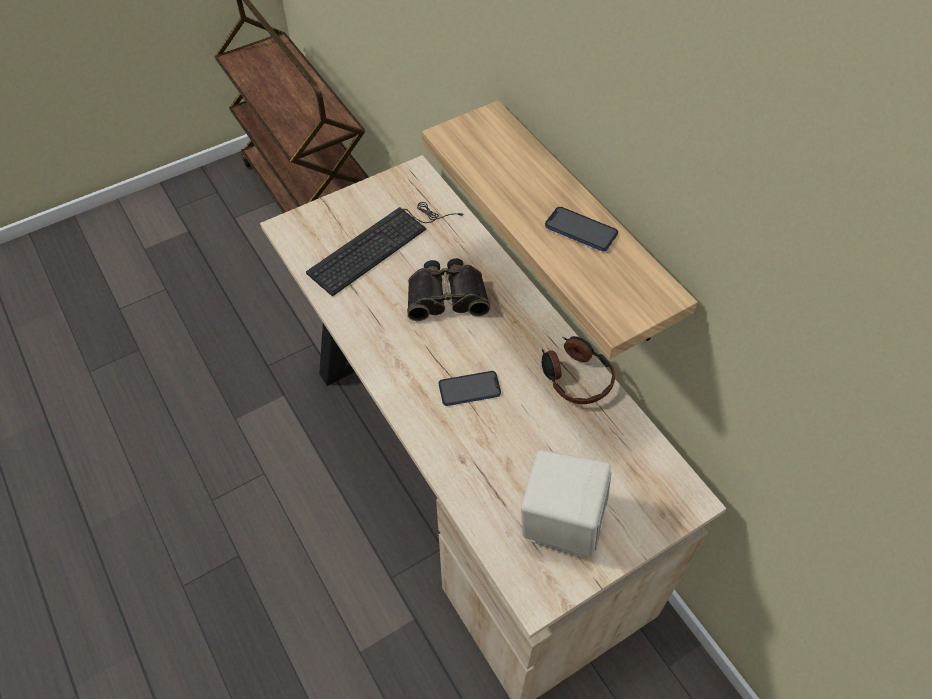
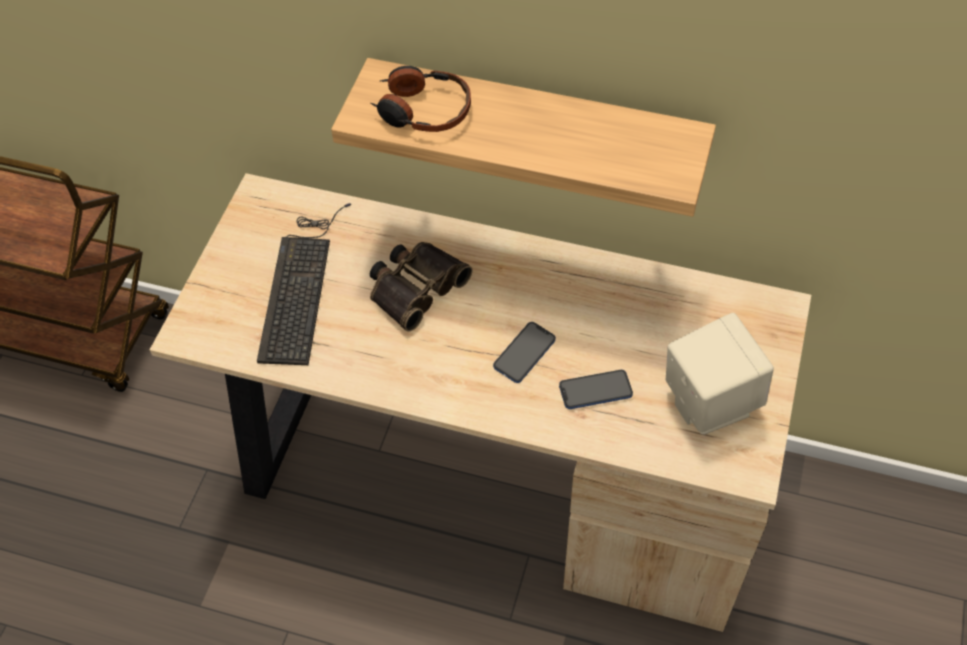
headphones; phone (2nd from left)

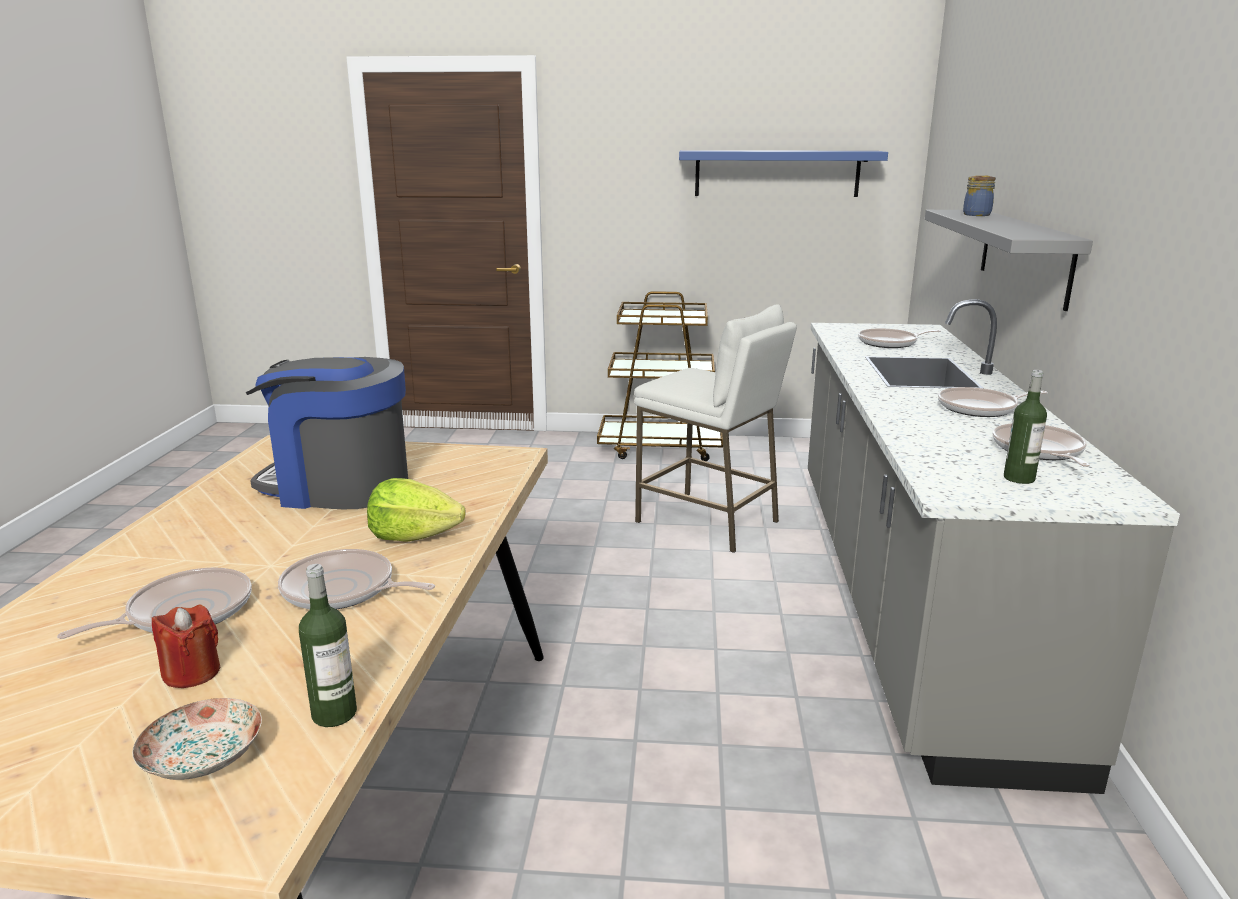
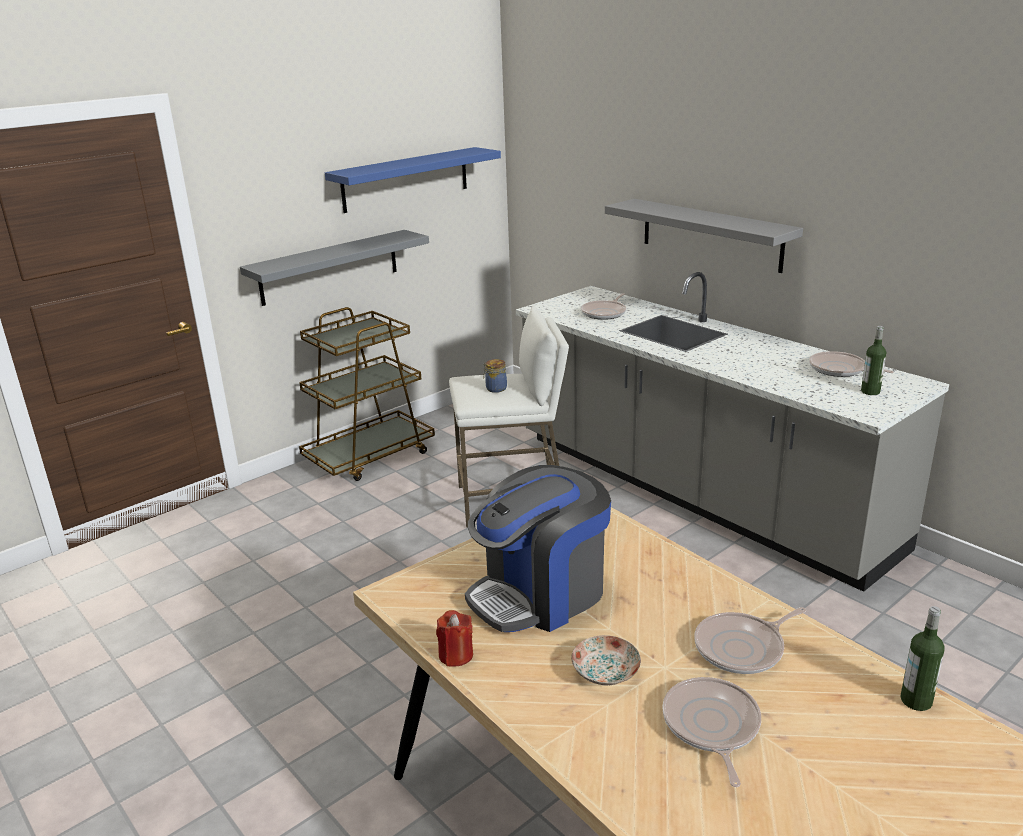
lettuce; frying_pan (4th from left in the first image); grey_shelf (1st from left); plate; red_candle; jar

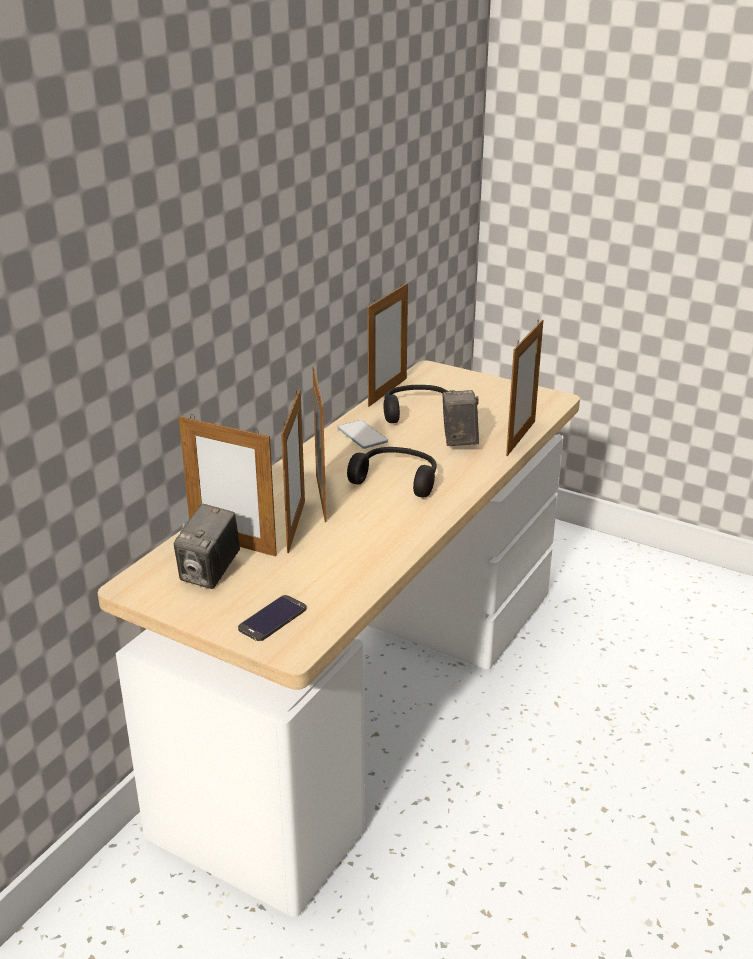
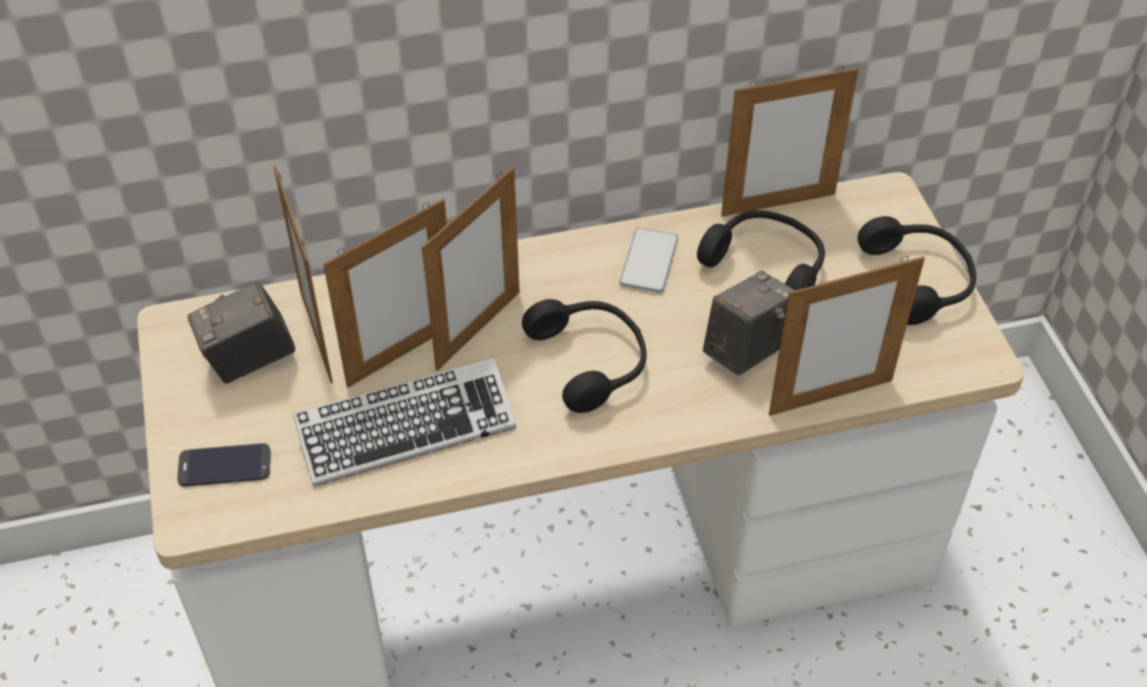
keyboard; black_headphones (3rd from left)

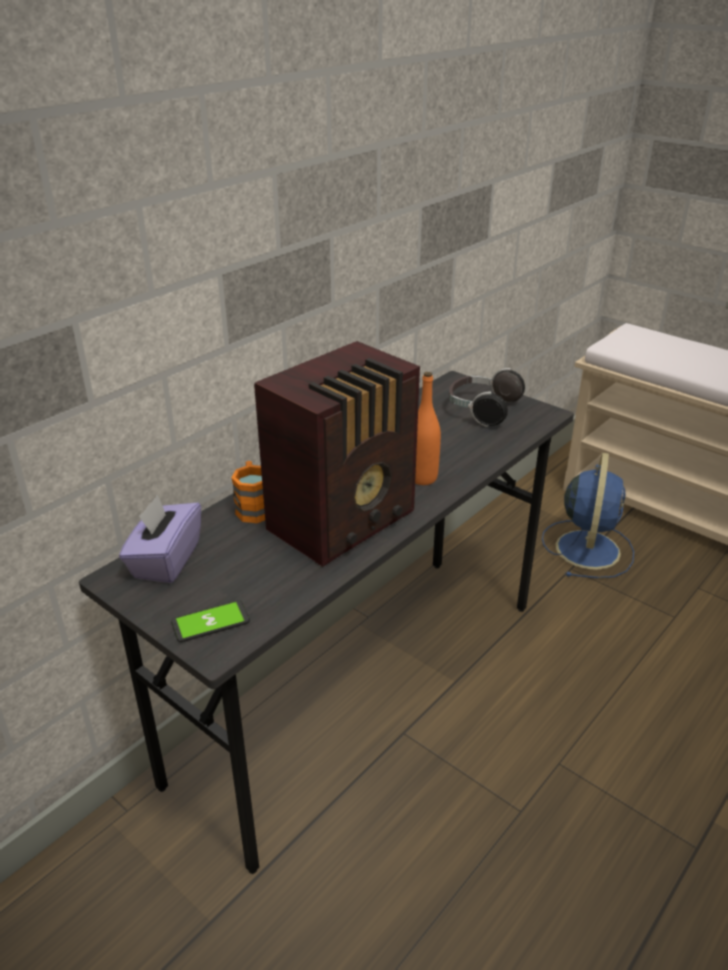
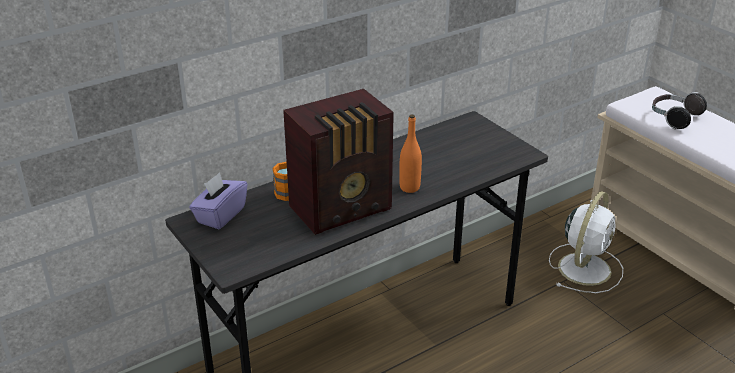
phone; headphones; white_fan

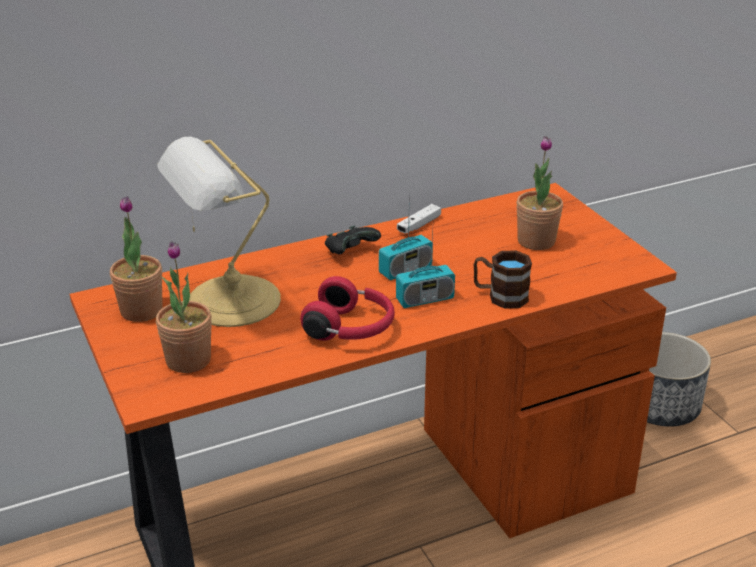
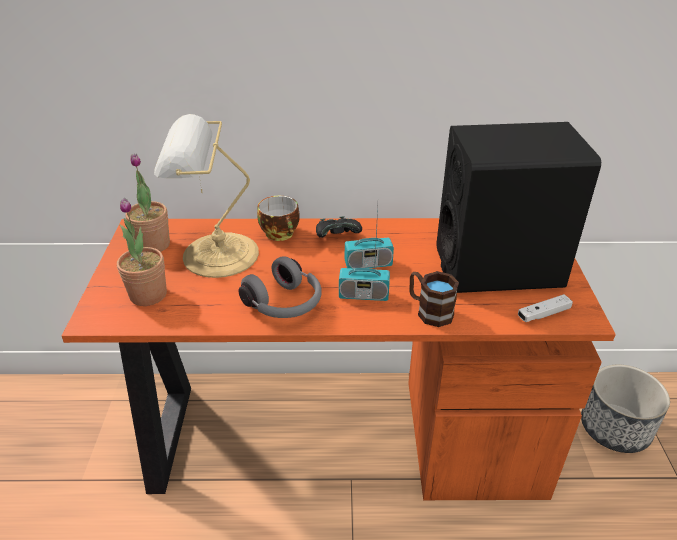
cup; white_game_controller; black_speaker; grey_headphones

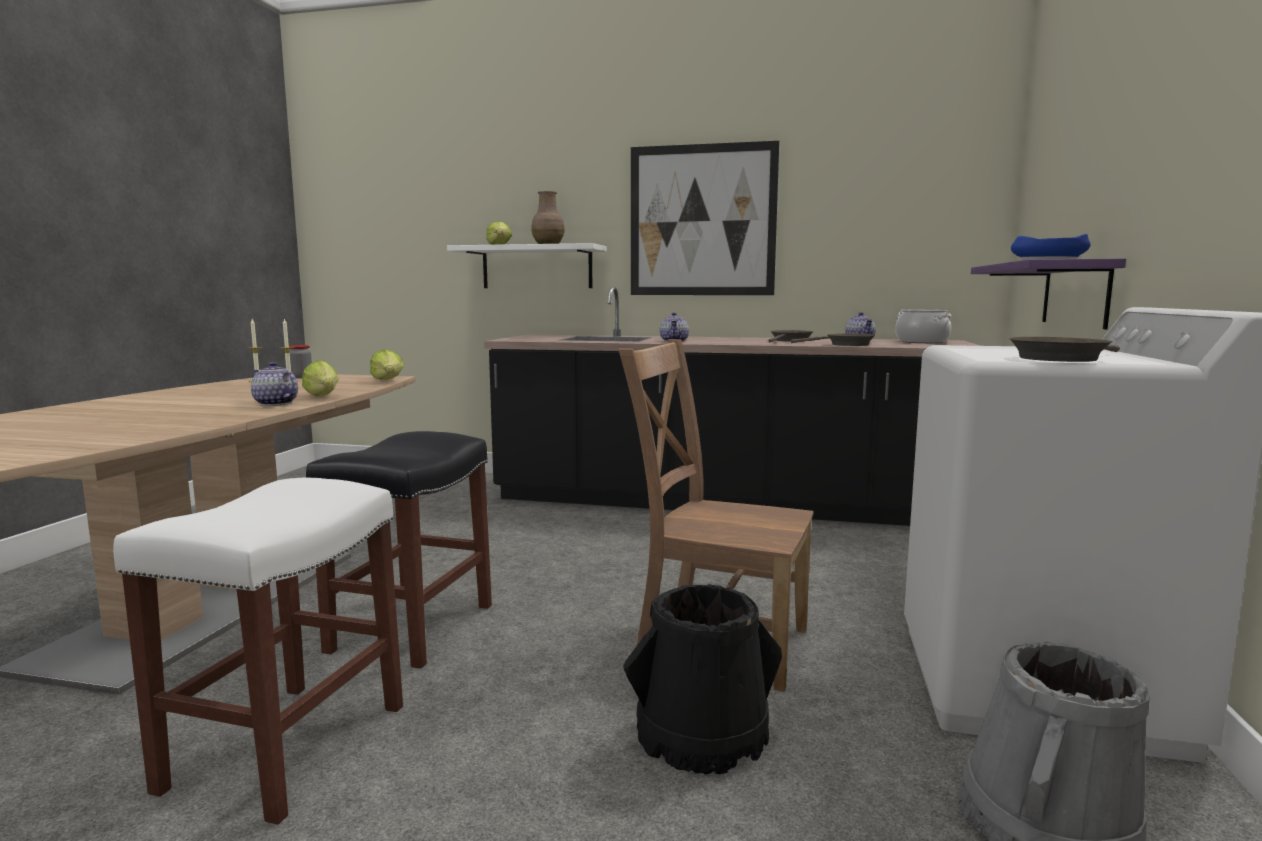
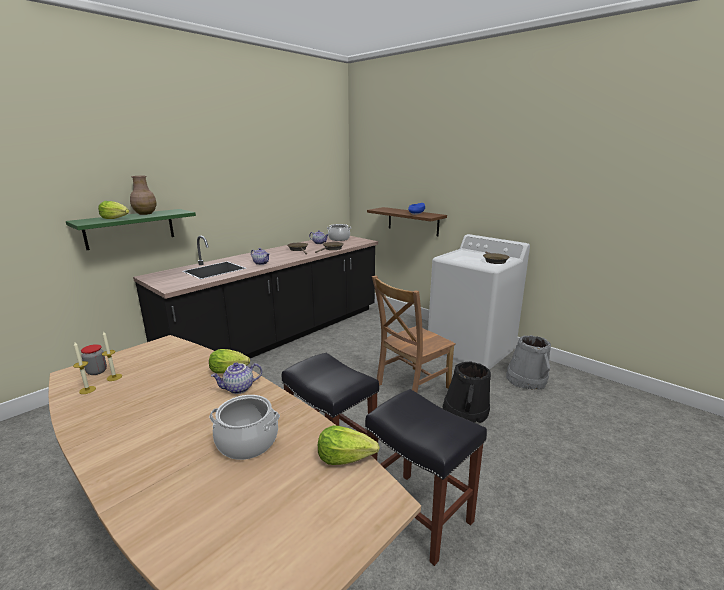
picture; cooking_pot (1st from left); lettuce (3rd from left); black_stool (2nd from left); green_shelf; brown_shelf

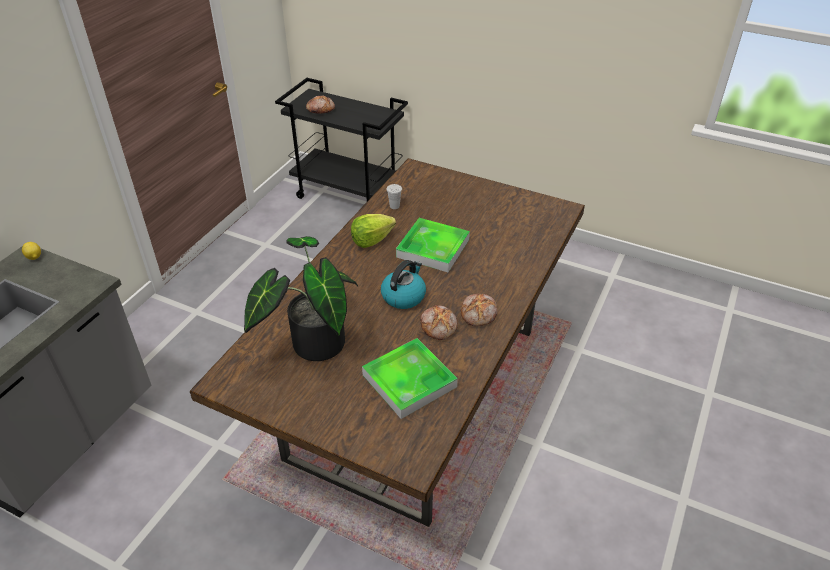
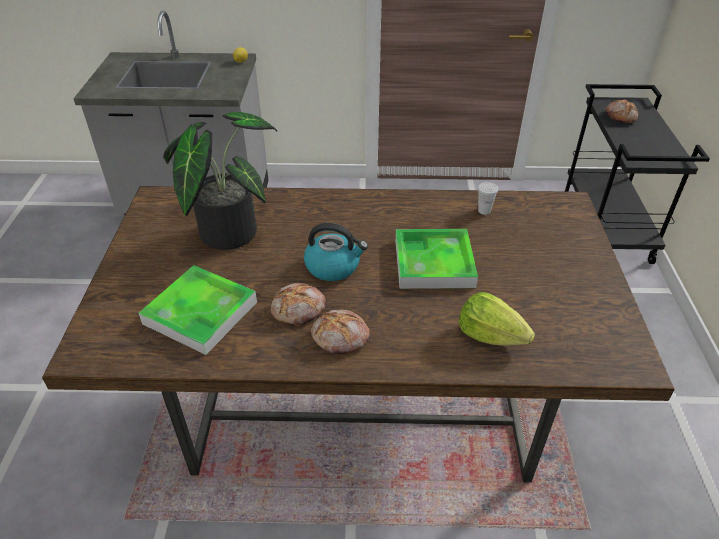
lettuce

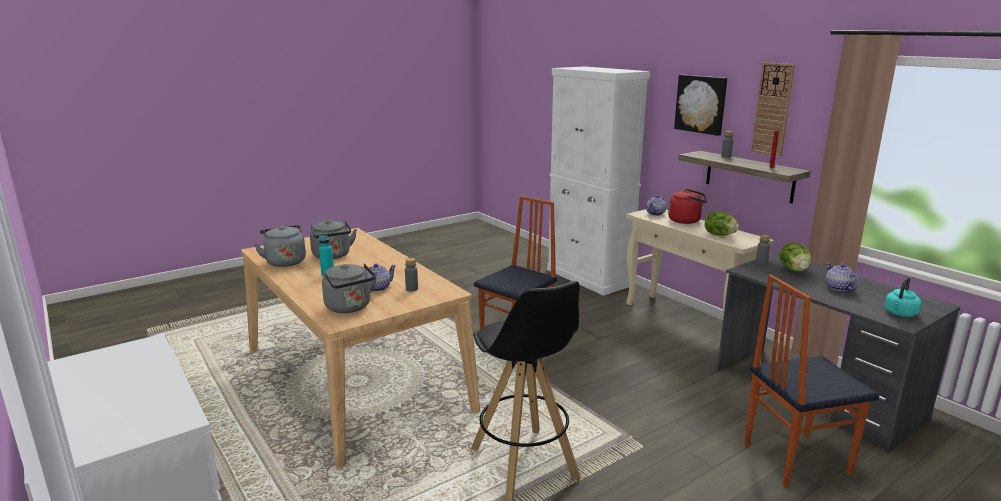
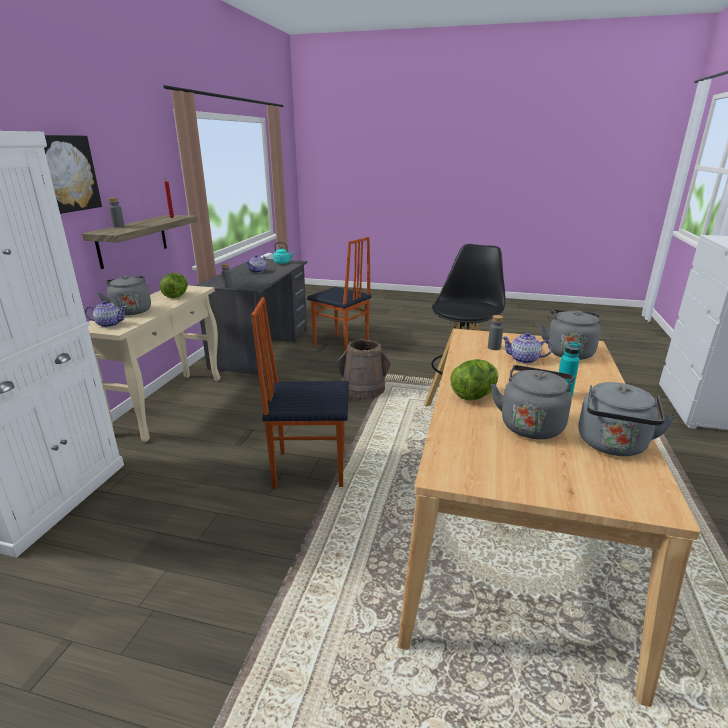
wall_clock; brown_bucket; lettuce (2nd from left); grey_kettle (1st from left)

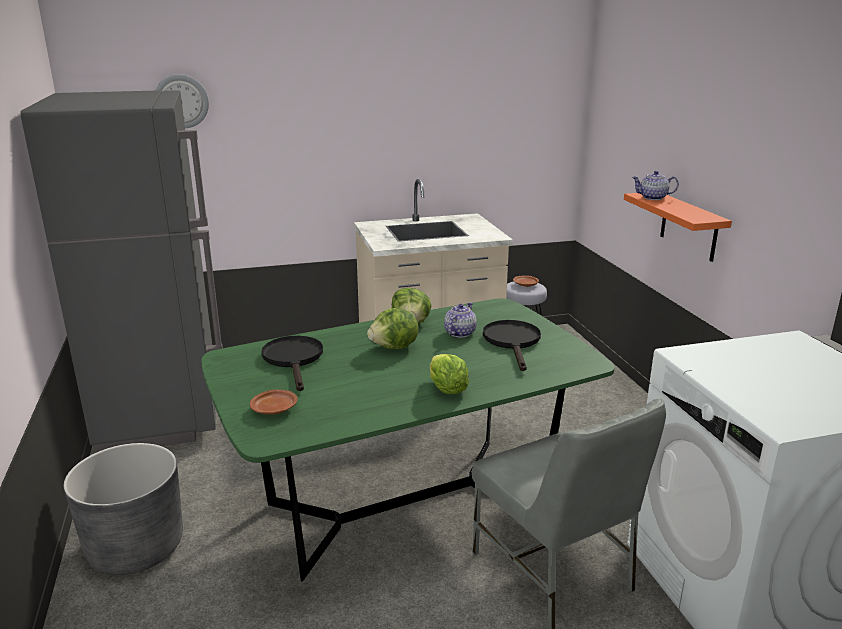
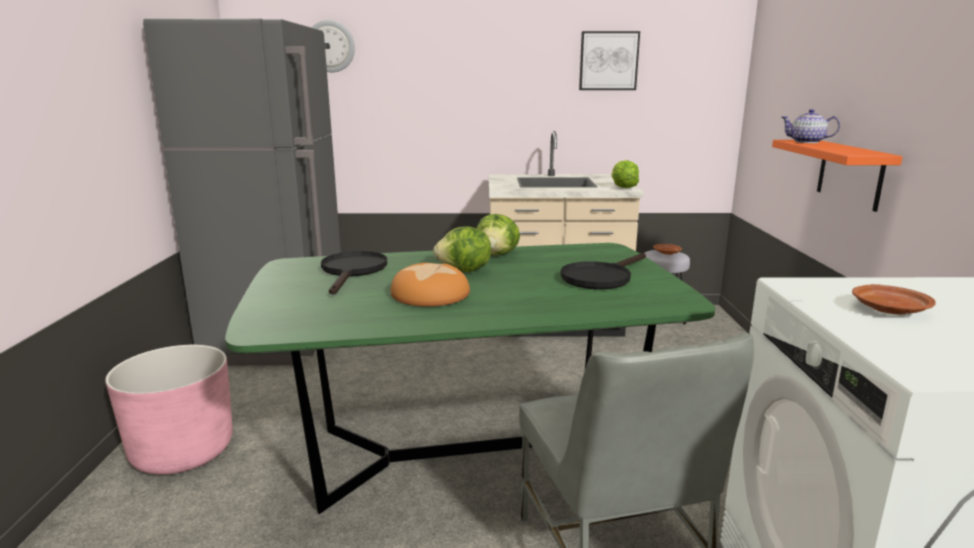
teapot (1st from left in the first image); bread; picture; brown_plate (2nd from left); lettuce (3rd from left); pink_planter; black_frying_pan (2nd from left)

